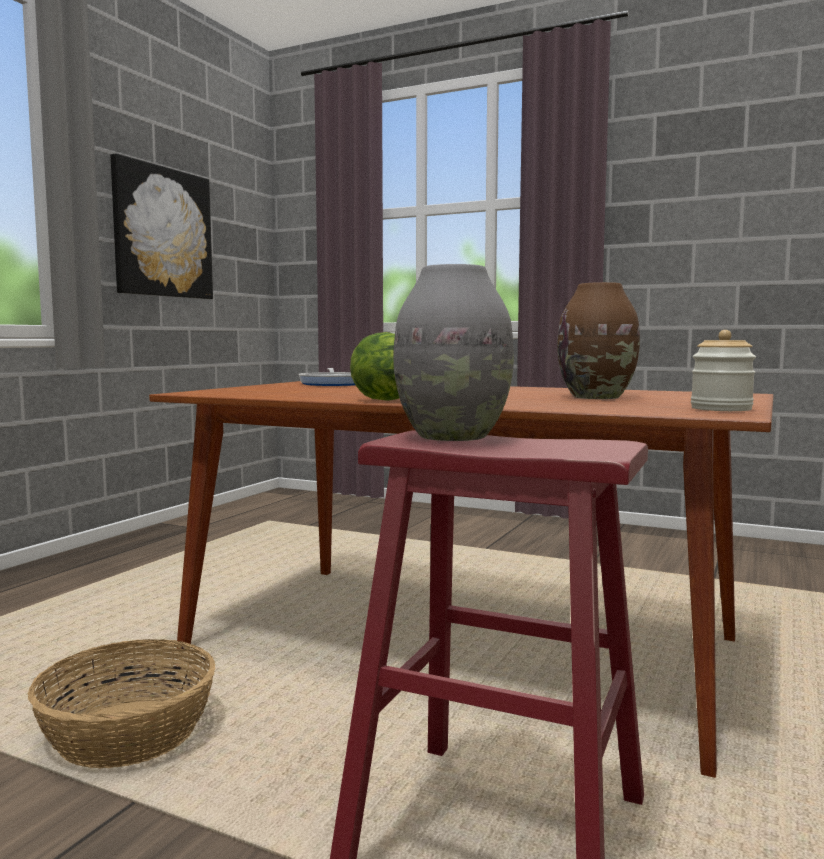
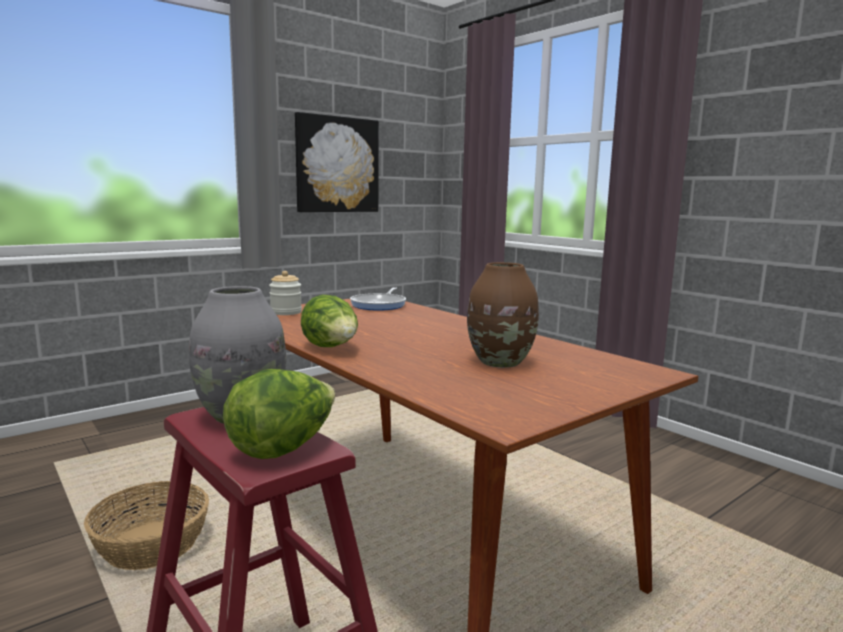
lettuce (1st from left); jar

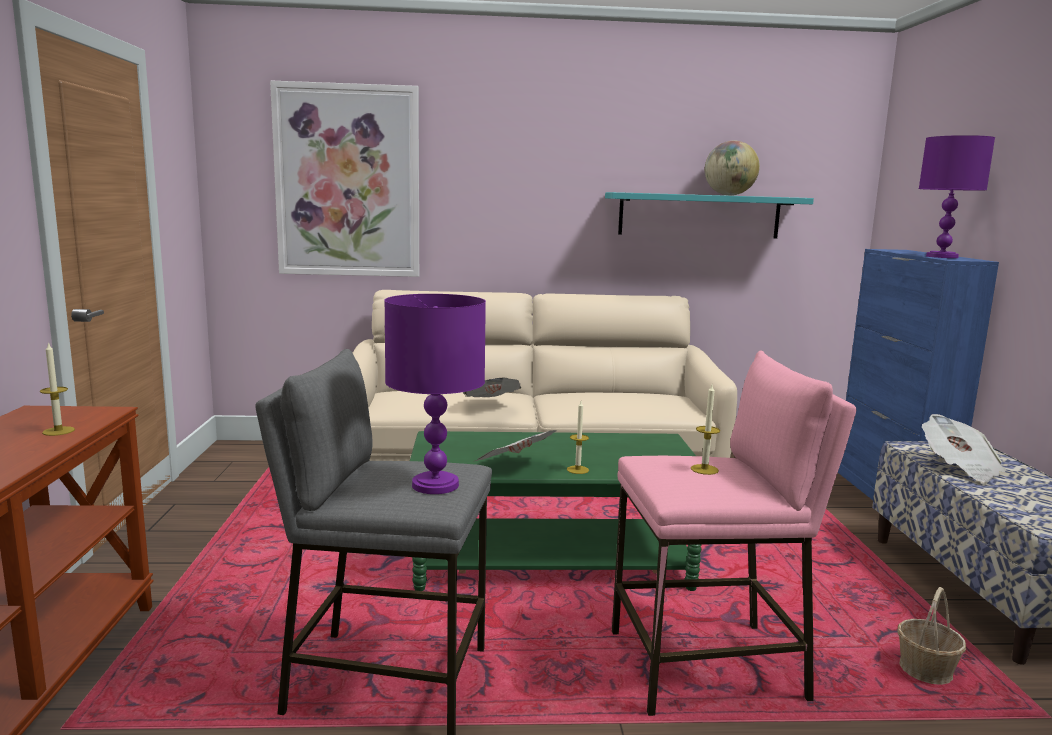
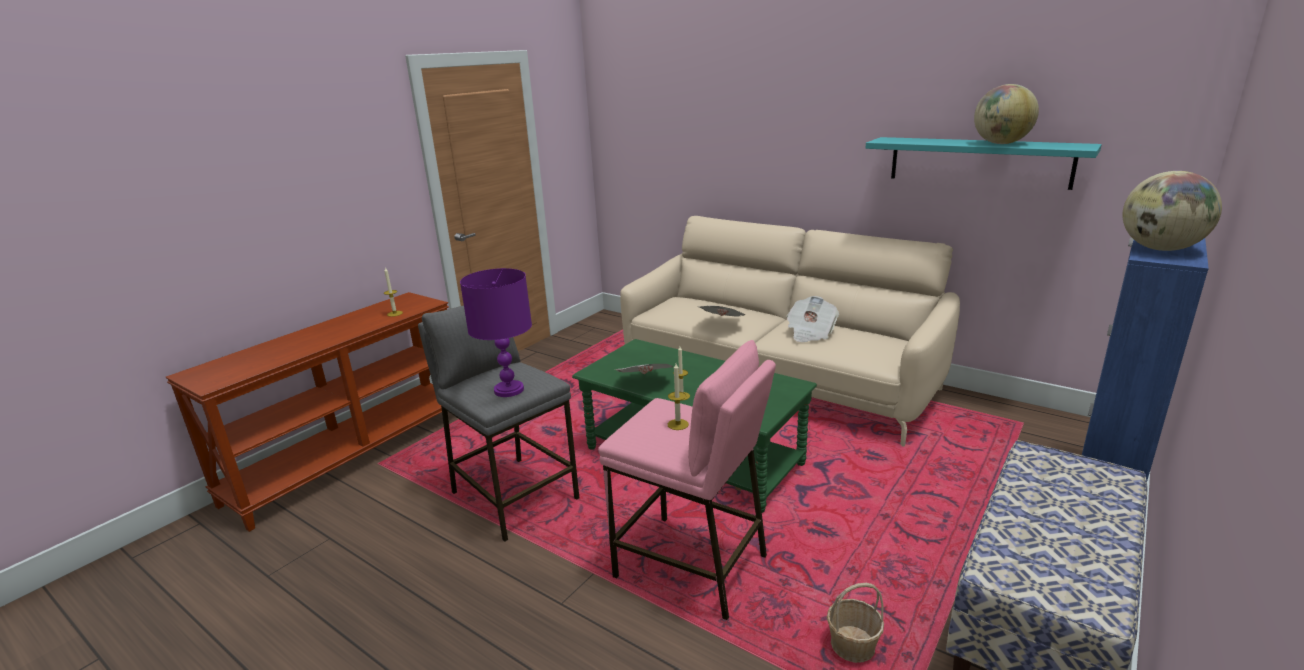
picture; newspaper (3rd from left); globe (2nd from left)

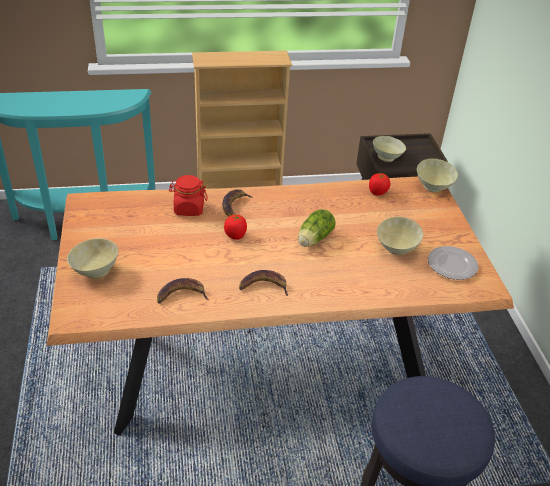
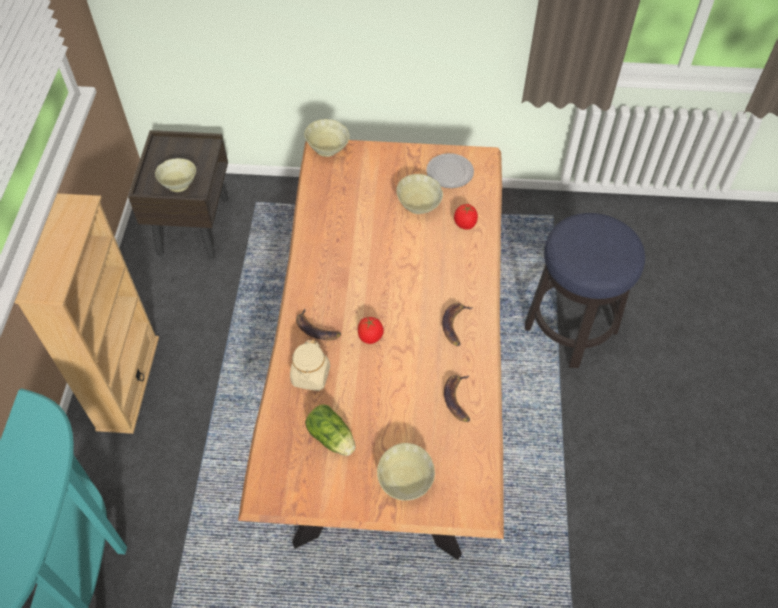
lettuce; tomato (2nd from left); beige_jar

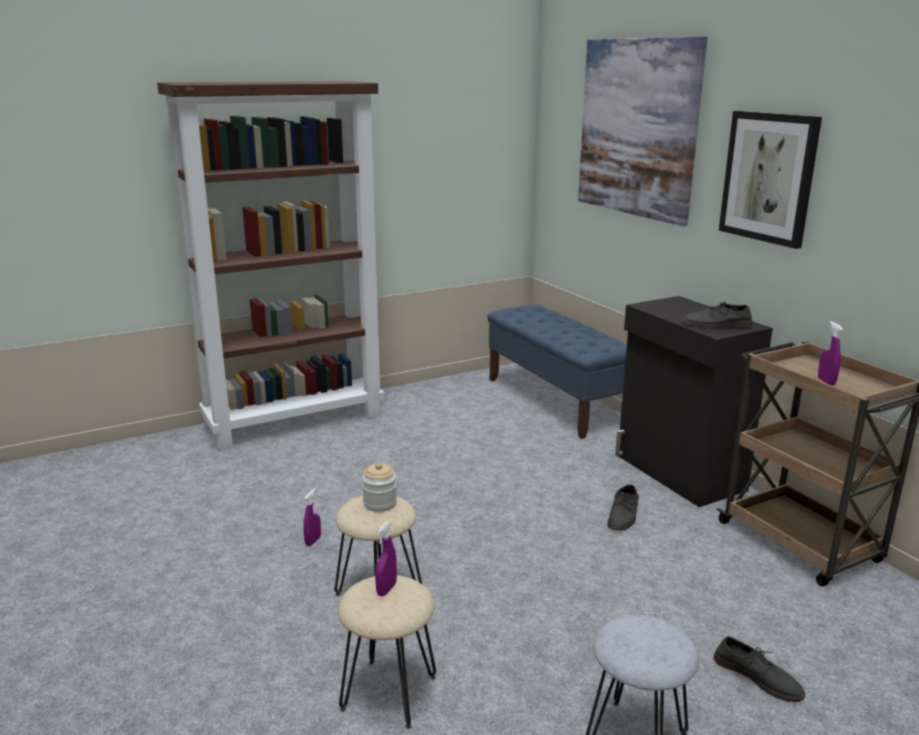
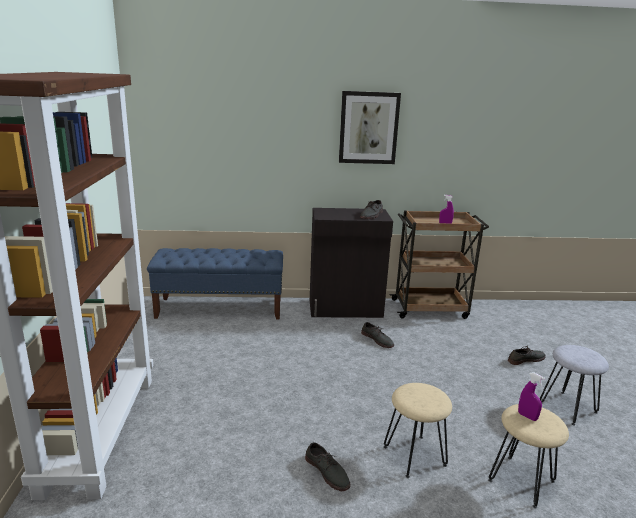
jar; picture (1st from left in the first image); grey_shoe (1st from left)

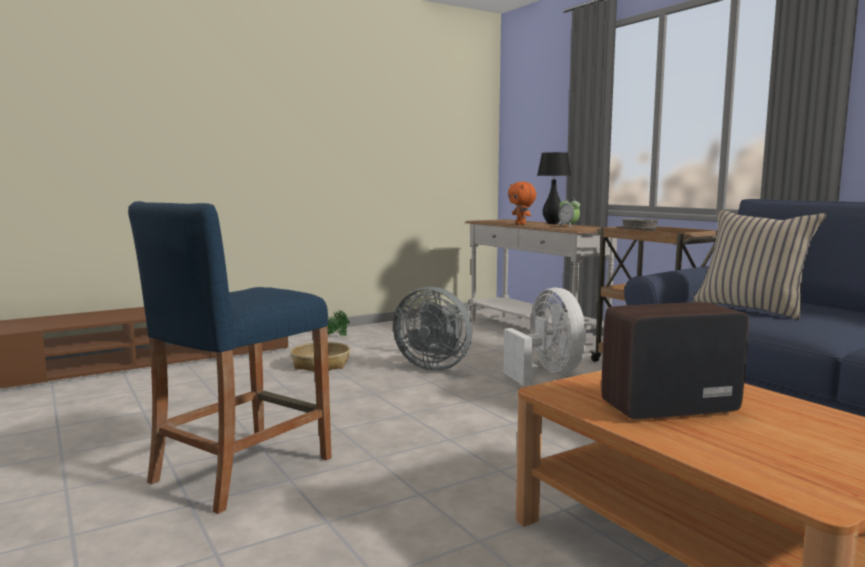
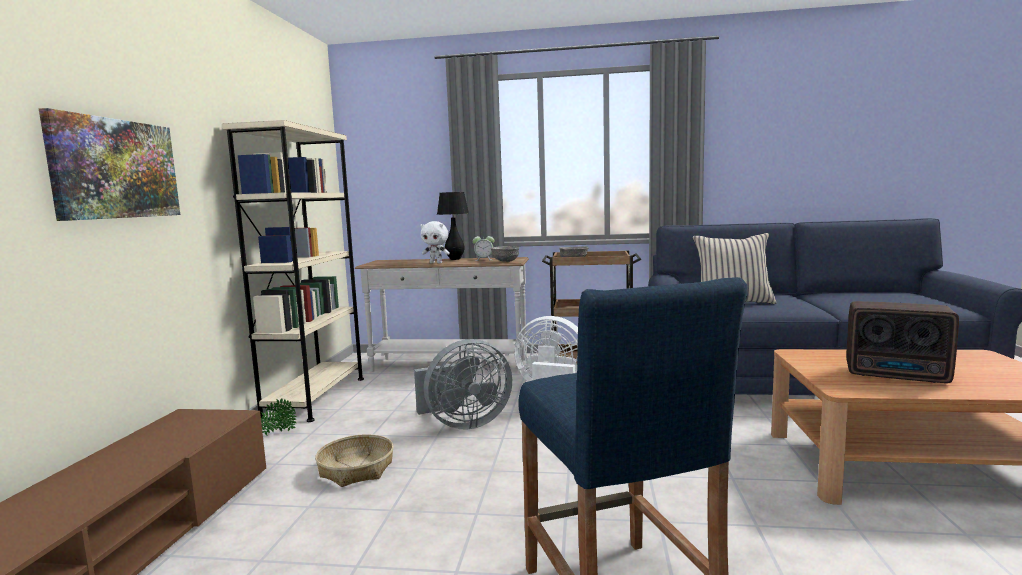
picture; beige_bookcase; grey_bowl (1st from left); white_plush_toy; radio

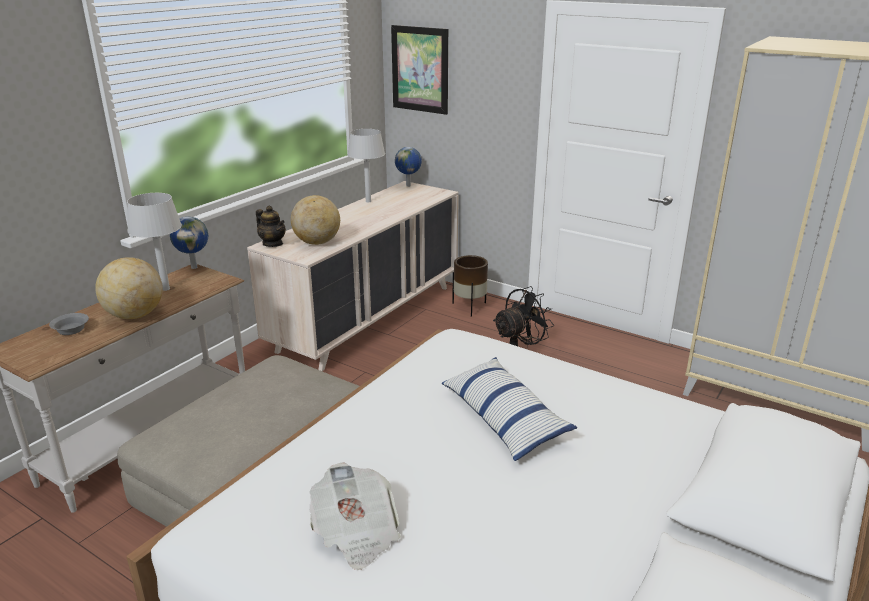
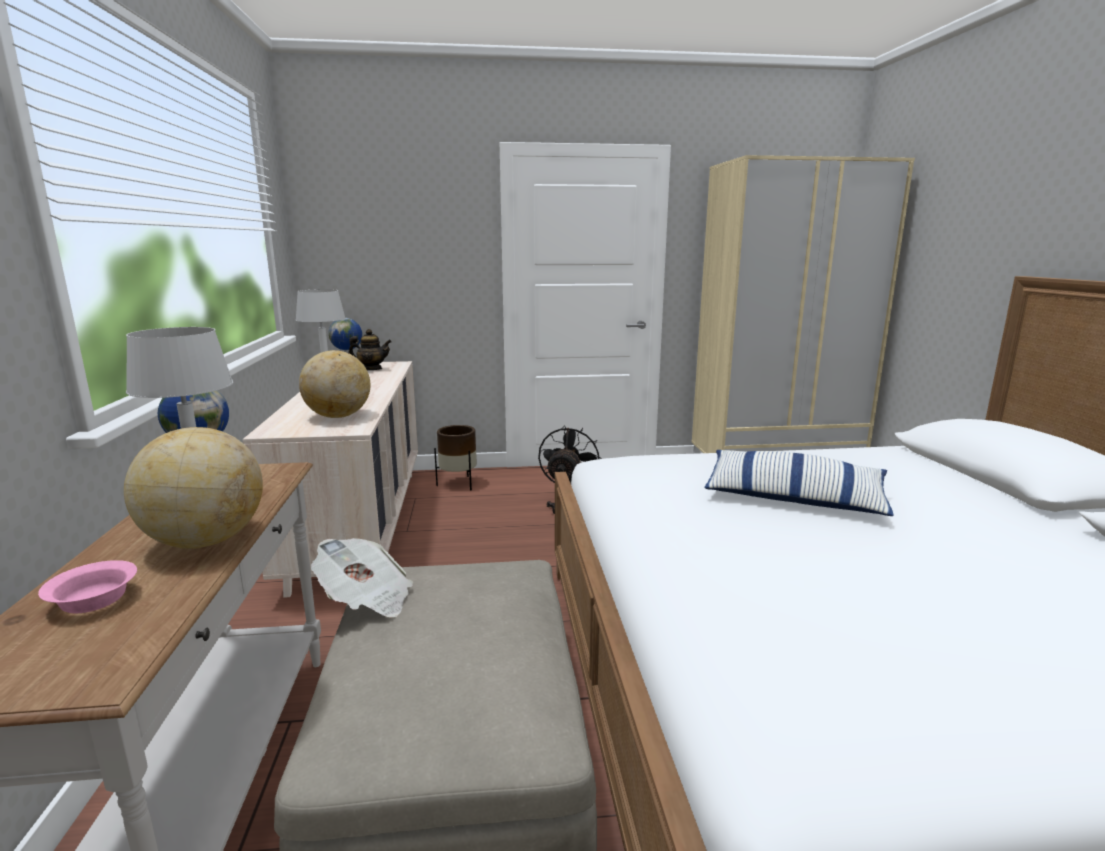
picture; teapot; newspaper; pink_bowl

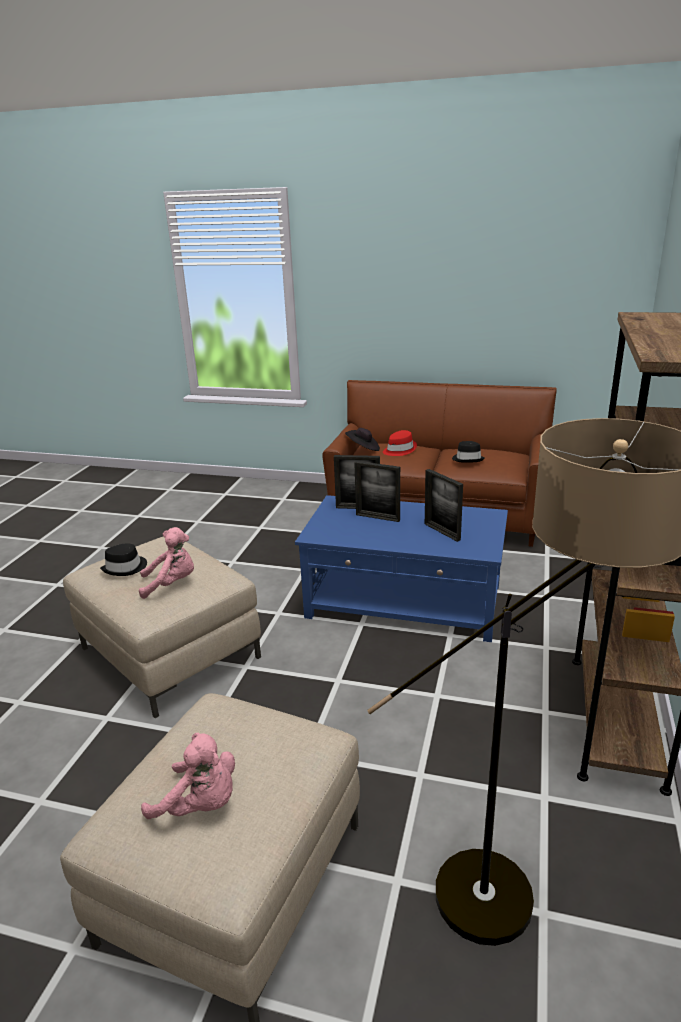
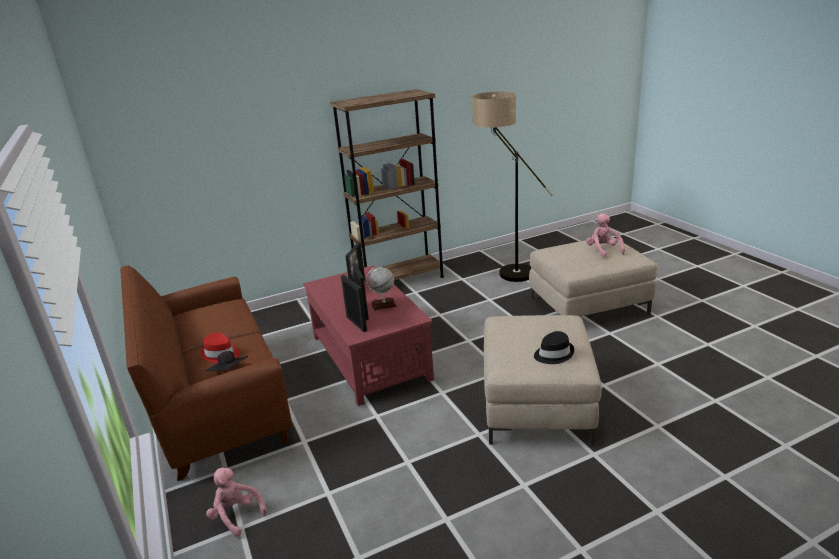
black_hat (3rd from left in the first image); globe; pink_plush_toy (1st from left); red_coffee_table

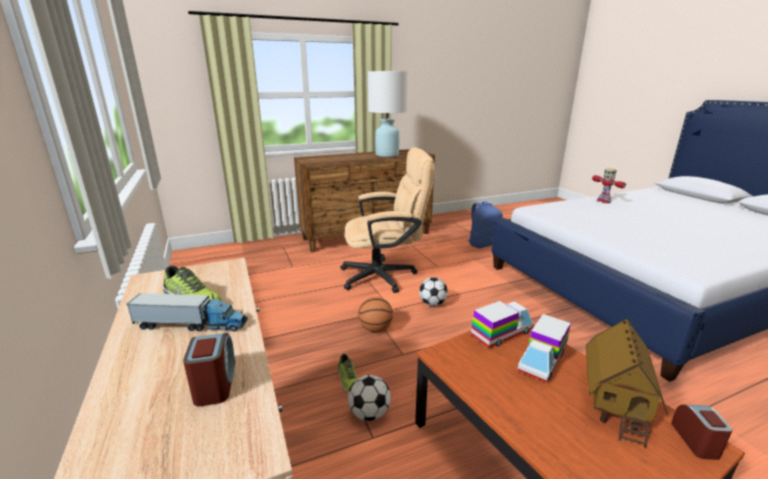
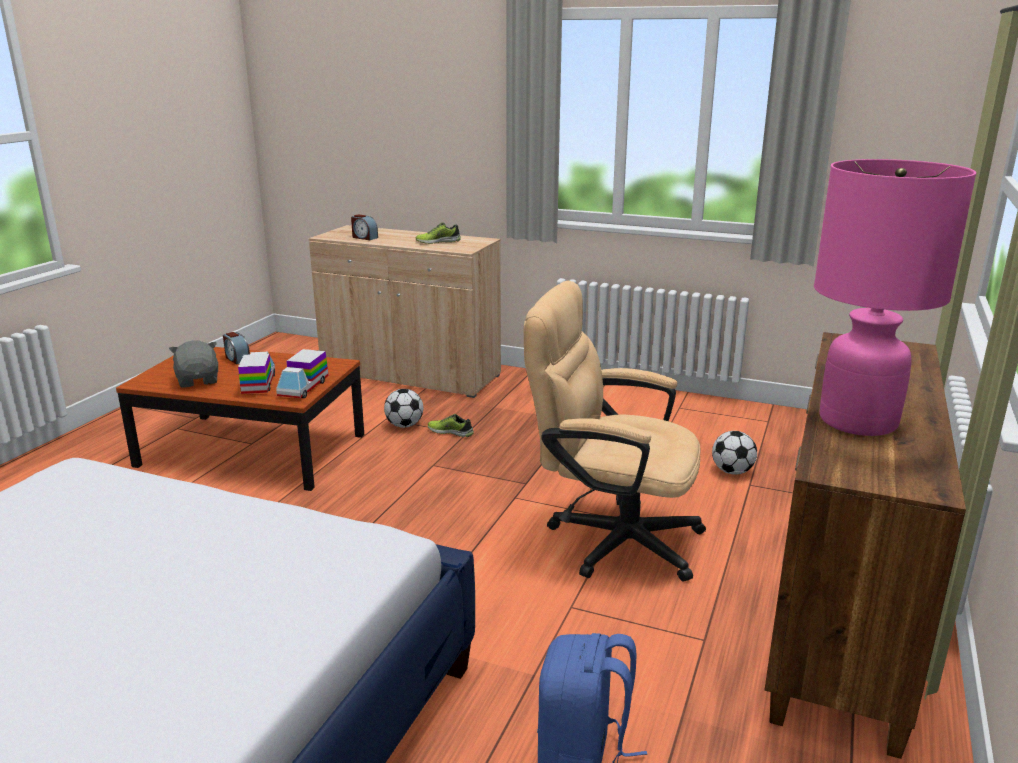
toy_truck (1st from left in the first image); basketball; toy_robot; football (2nd from left); alarm_clock (1st from left); grey_plush_toy; pink_table_lamp; beige_office_chair

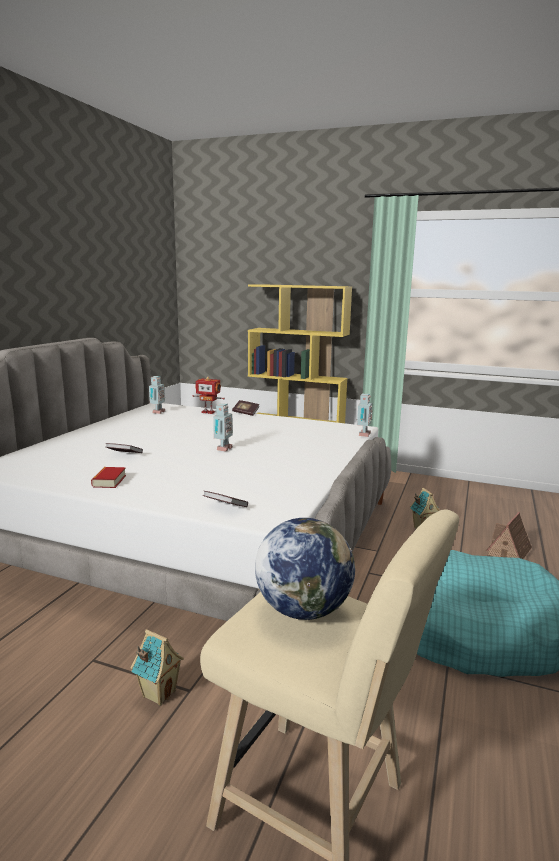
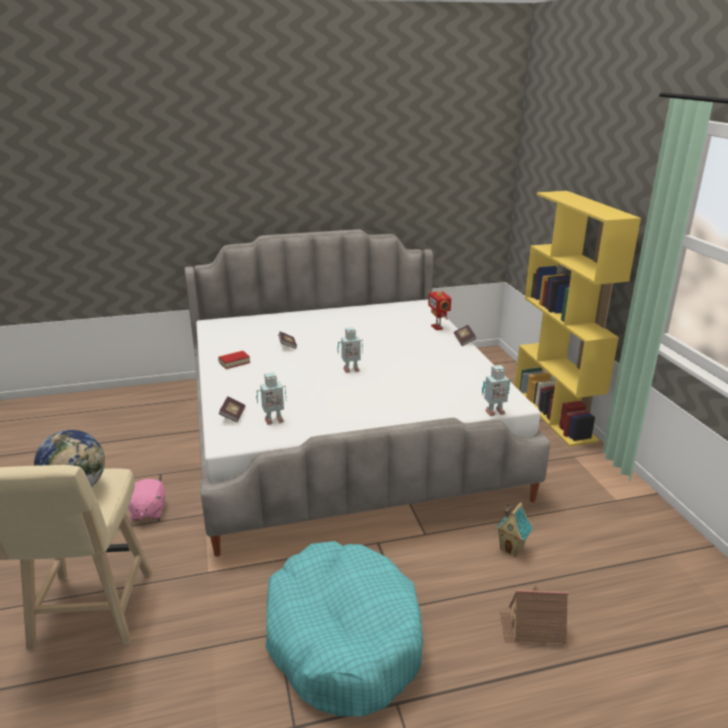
toy_robot (1st from left); pink_plush_toy

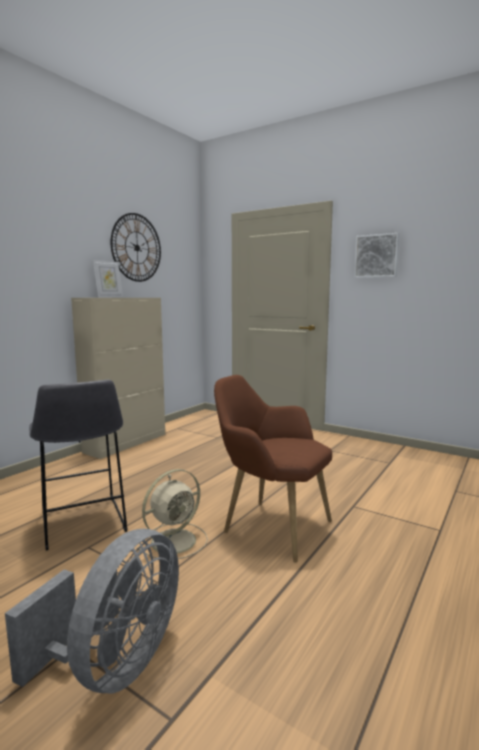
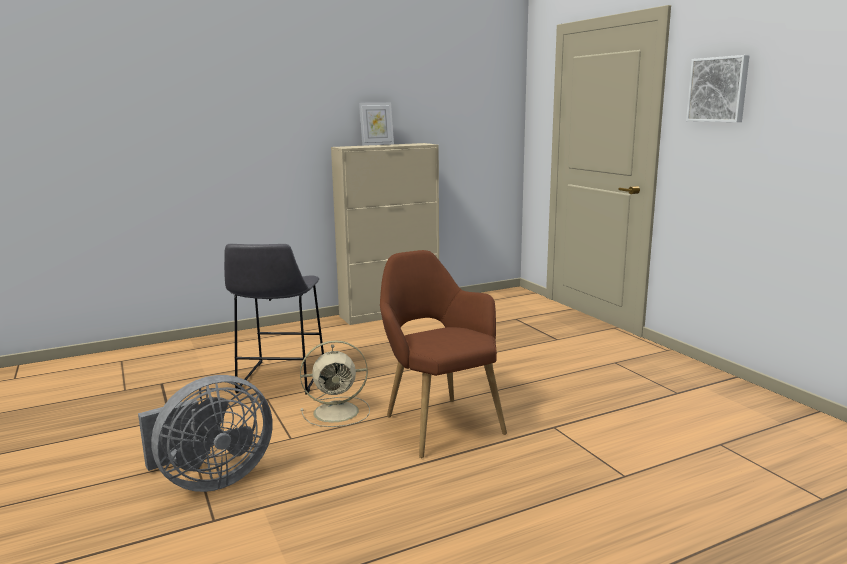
wall_clock

